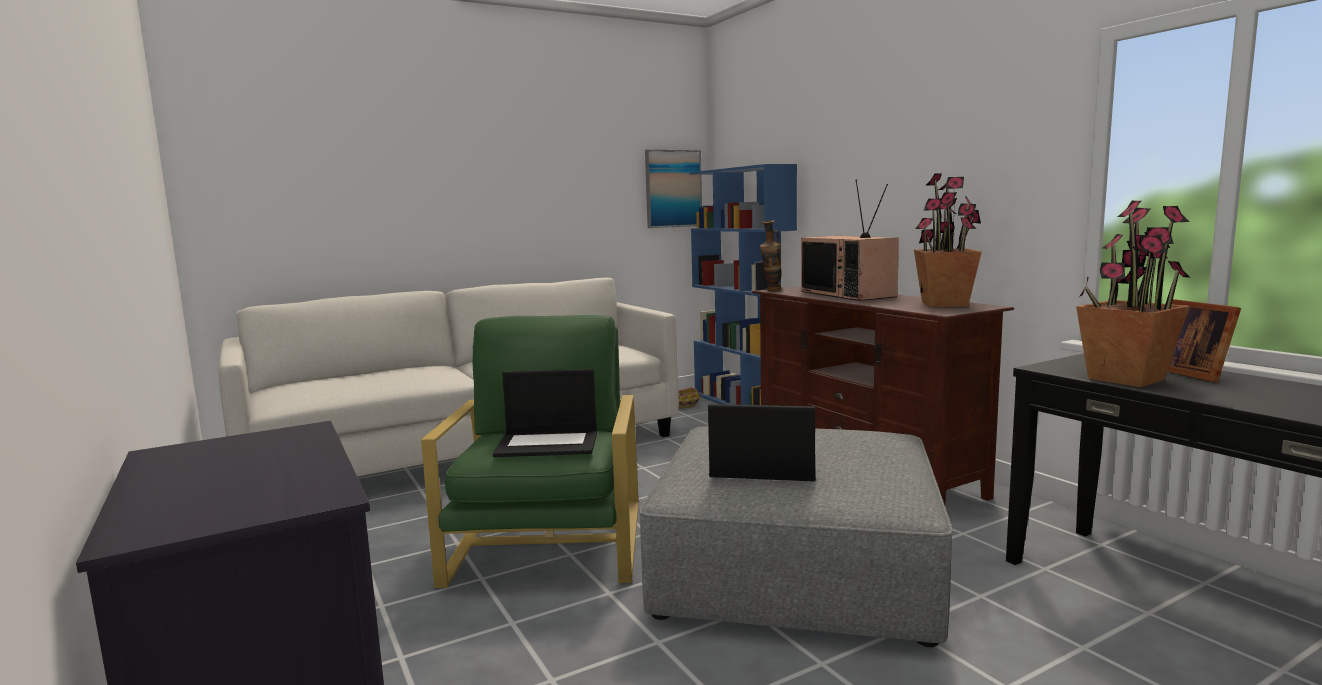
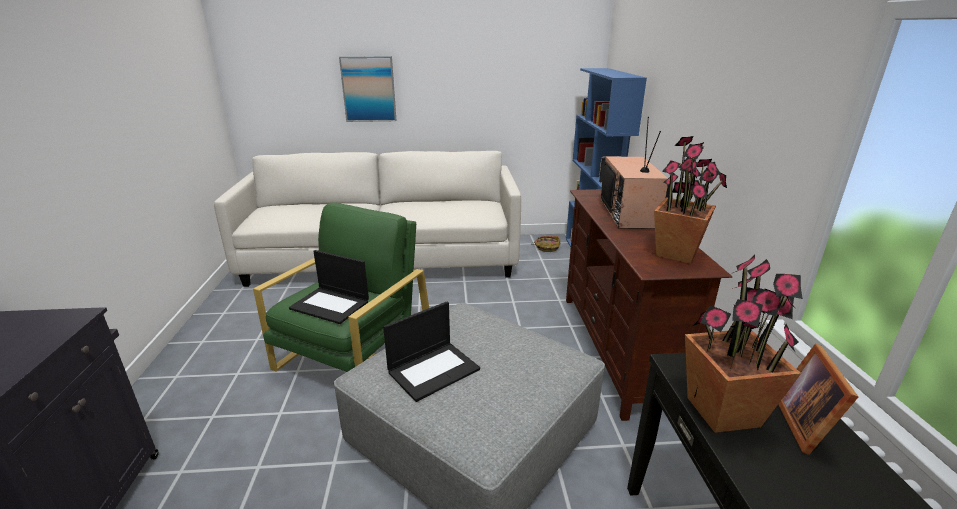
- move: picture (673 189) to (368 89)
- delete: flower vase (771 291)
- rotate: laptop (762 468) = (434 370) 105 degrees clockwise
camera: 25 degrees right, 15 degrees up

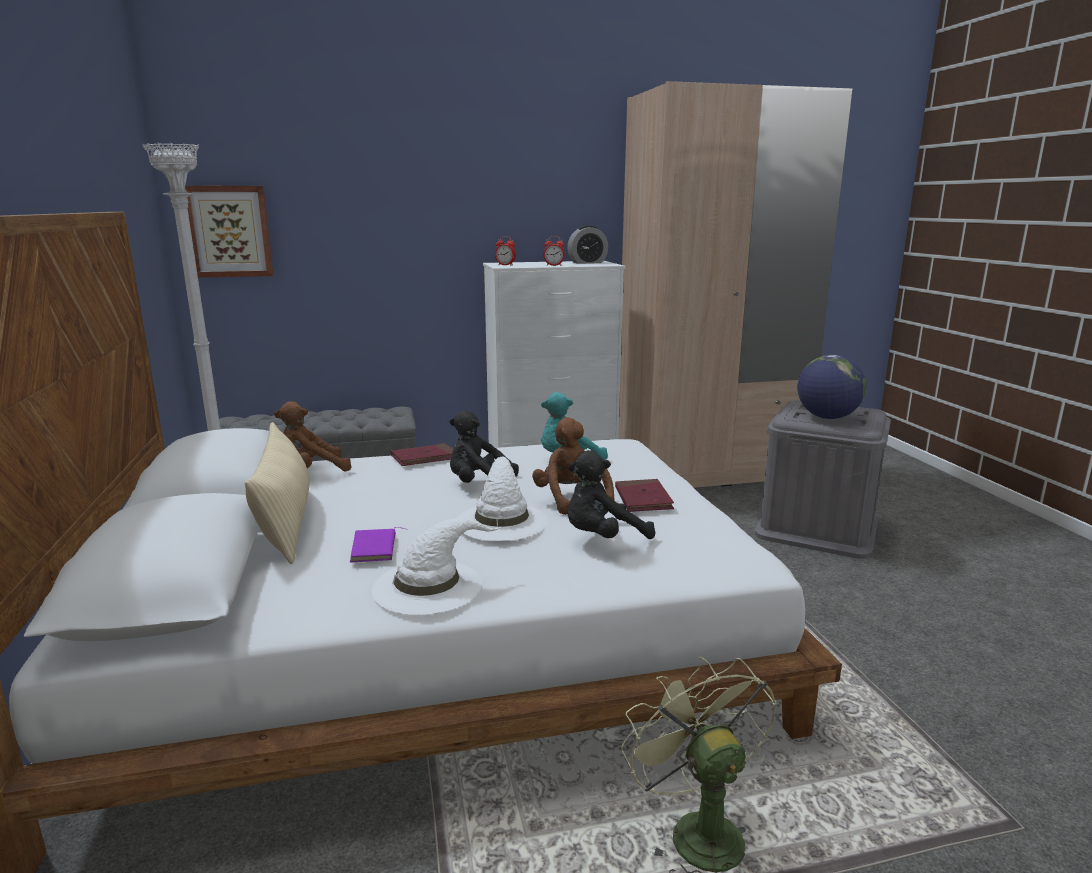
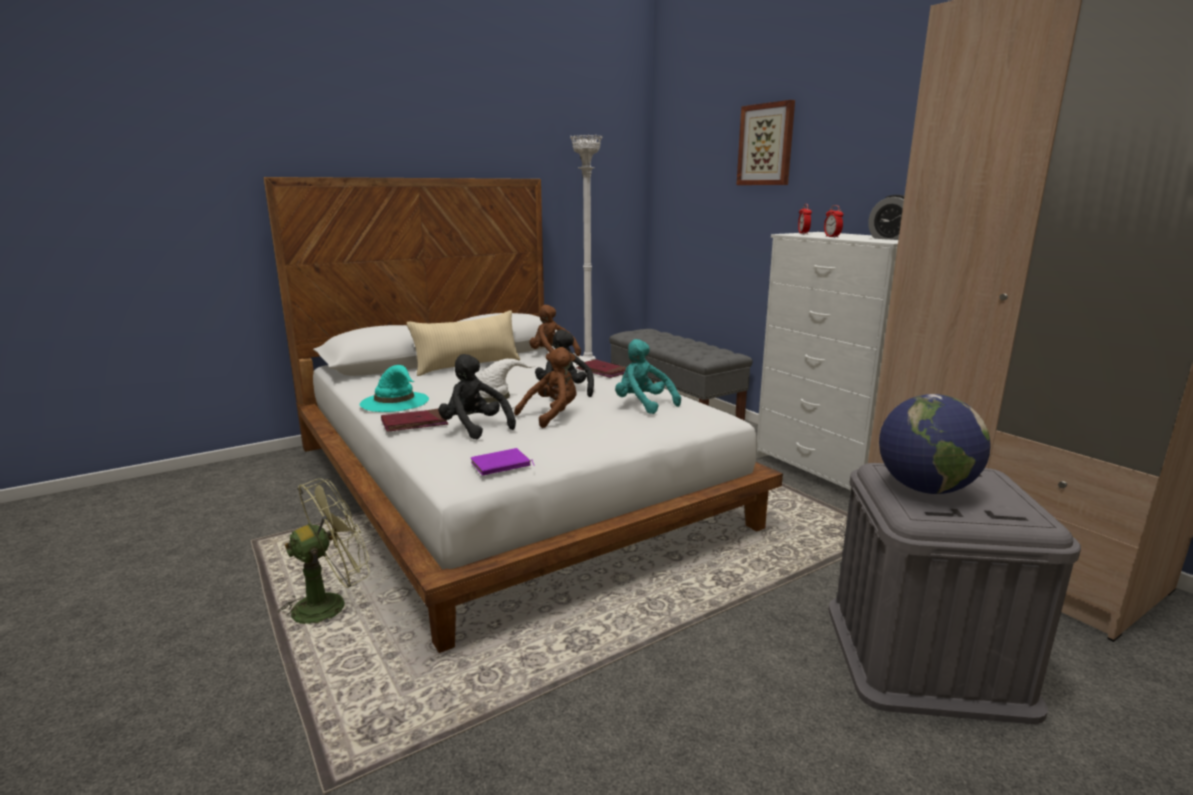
- move: picture (230 231) to (766 145)
- move: book/red (643 499) to (414 423)
- recolor: wearable hat/white-coloured (429 585) to wearable hat/turquoise (395 401)
- move: book/purple (376 549) to (501 466)
camera: 70 degrees right, 0 degrees up

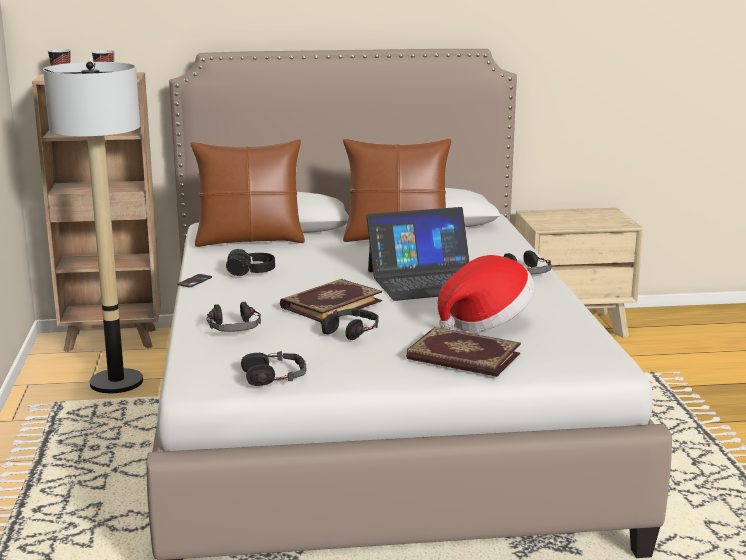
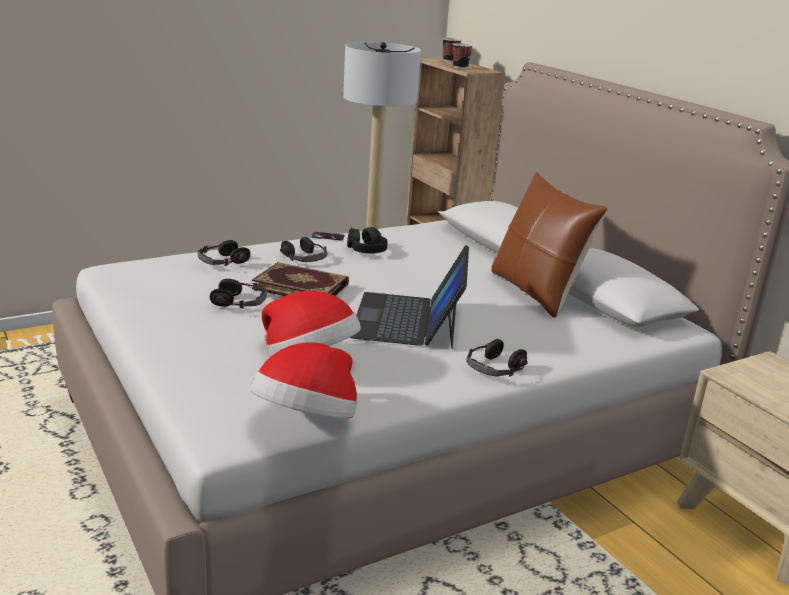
- delete: pillow/brownish (250 240)
- rotate: laptop (428 280) = (409 319) 45 degrees clockwise
- delete: book (463 357)
- move: headset (274 376) to (304 258)
- insert: wearable hat (307 421)
camera: 65 degrees right, 5 degrees up

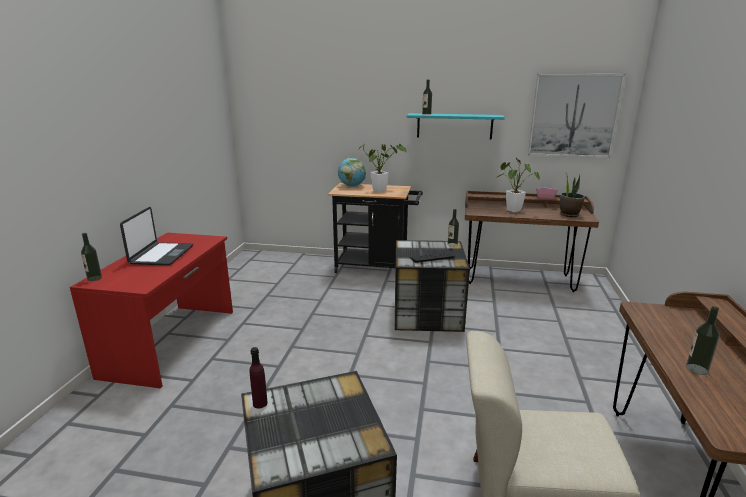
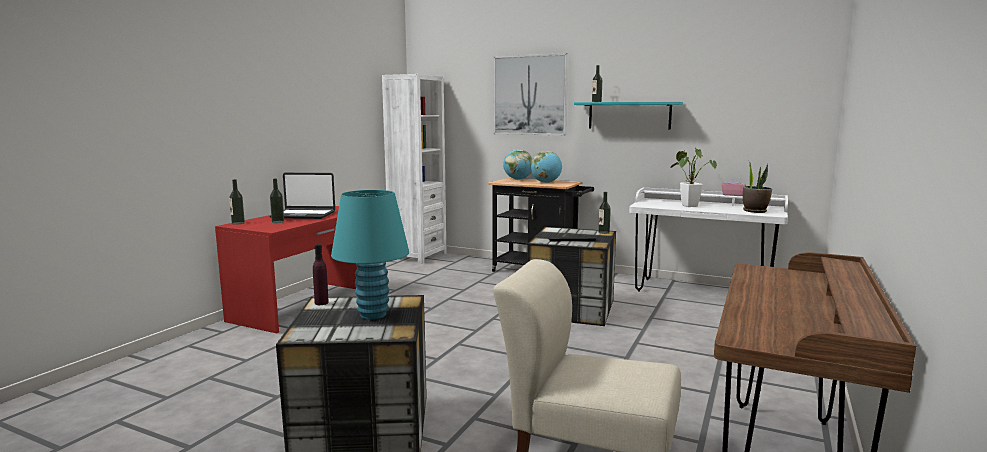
- move: picture (573 116) to (530 95)
- replace: plant in a pot (381 190) to world globe (546 182)
- recolor: desk table/brownish (518 279) to desk table/white-coloured (701 292)
- rotate: laptop (161 255) = (304 215) 75 degrees clockwise
- move: beverage bottle (697 369) to (278 222)
- insert: bookcase/white-coloured (417 256)
- insert: tabletop lamp/turquoise (373 315)
camera: 15 degrees right, 10 degrees down

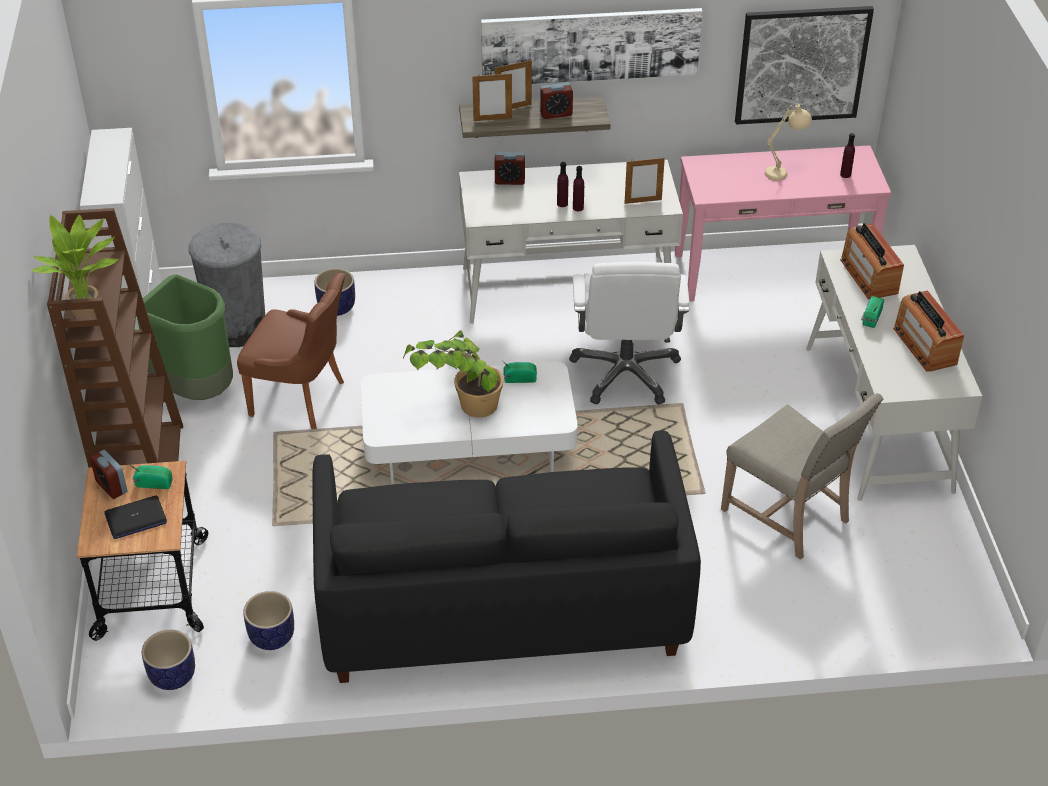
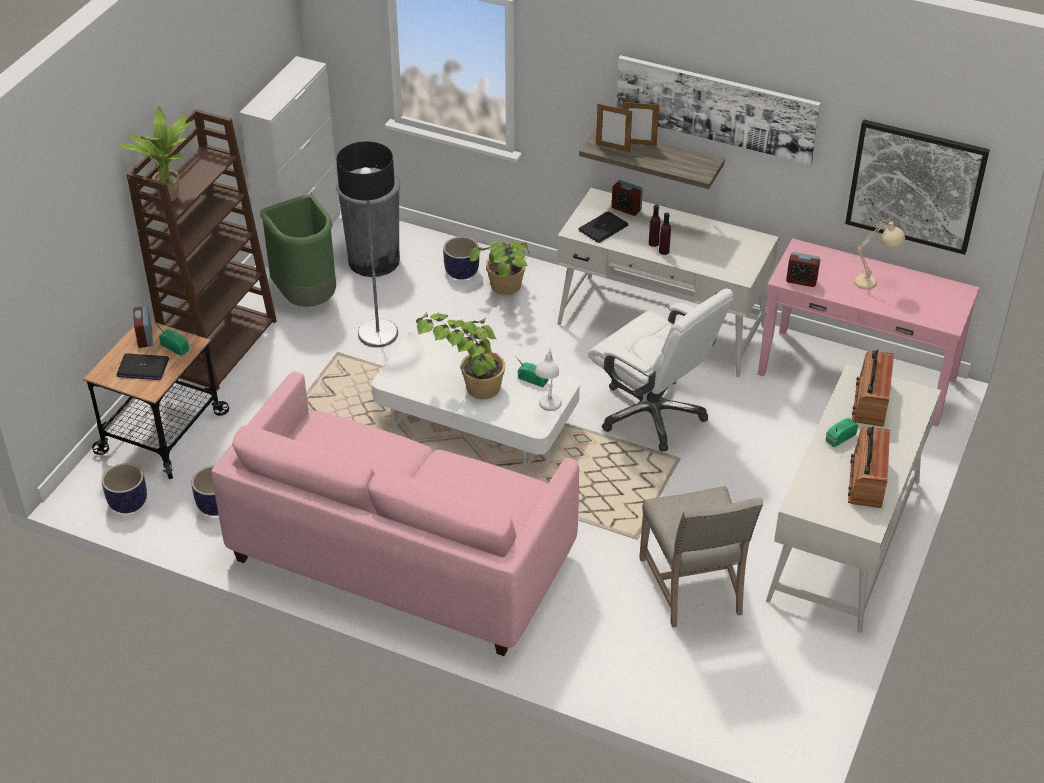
- move: table clock (556 113) to (801 281)
- delete: beverage bottle/purple (845 174)
- delete: picture frame (643 201)
- rotate: office chair/white-coloured (625 373) = (653 414) 75 degrees counterclockwise
- replace: upright chair/brownish (301 398) to floor lamp (378 334)
- recolor: sofa/blackish (501 604) to sofa/pink-coloured (401 556)
- insert: laptop (603 228)
- insert: plant in a pot (505 296)
- insert: tabletop lamp/white-coloured (547 409)
camera: 30 degrees right, 0 degrees up

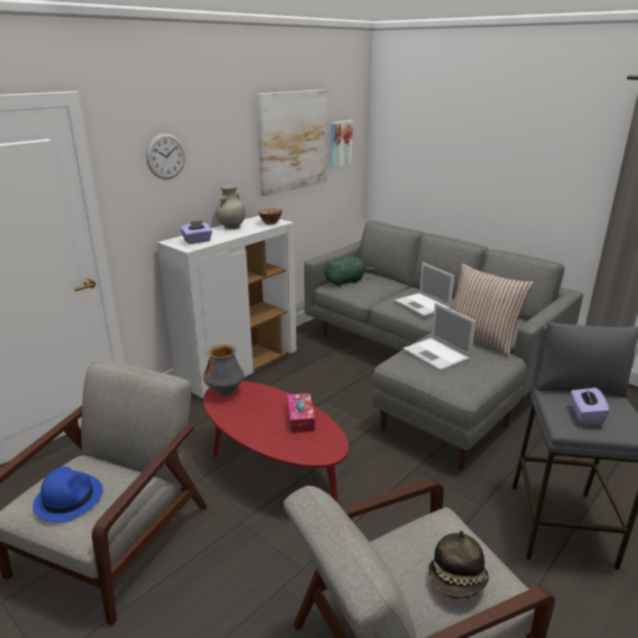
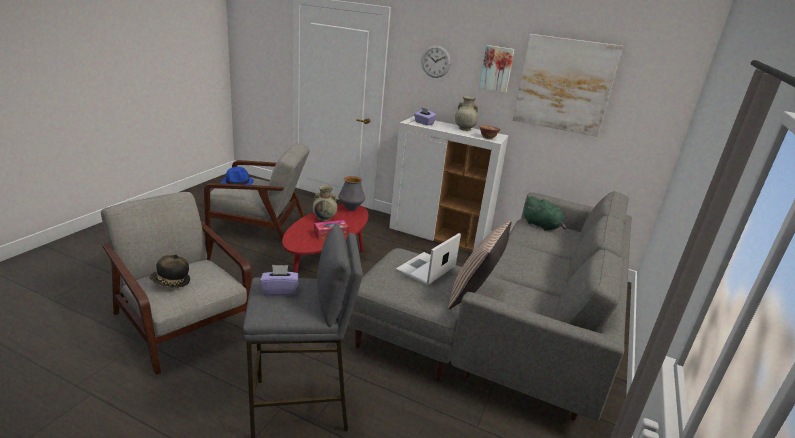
- move: picture (340 143) to (497 68)
- delete: laptop (423 305)
- insert: flower vase/sand-coloured (324 218)
camera: 70 degrees right, 0 degrees up

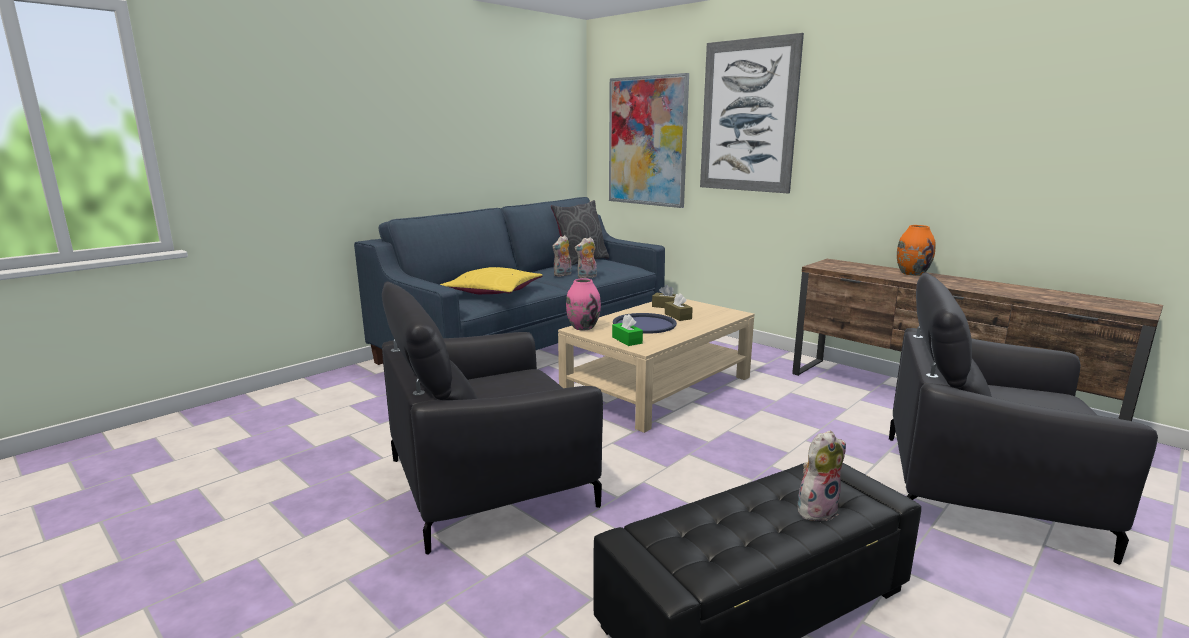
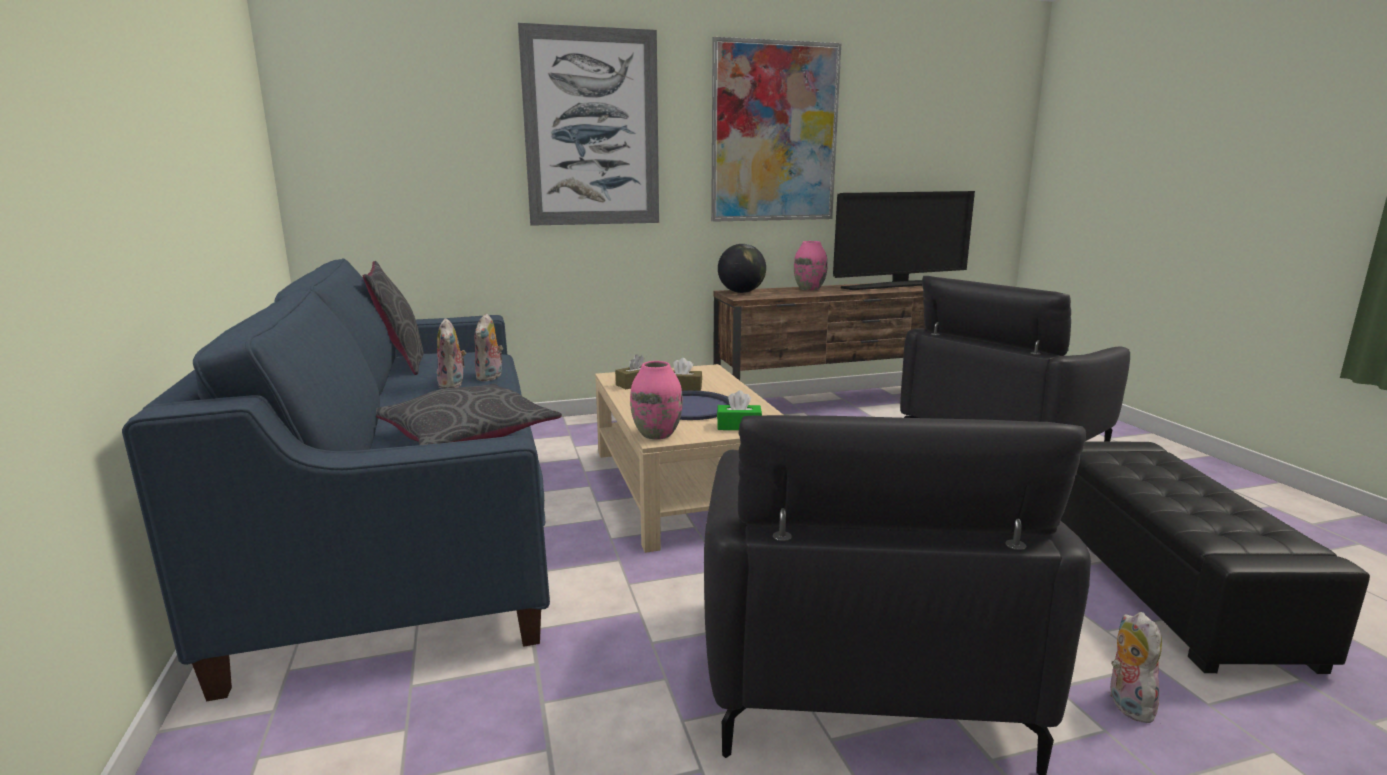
- move: picture (647 141) to (774 133)
- recolor: flower vase/orangey (912 273) to flower vase/pink-coloured (809 289)
- recolor: pillow/yellowish (493 292) to pillow/greyish (465 434)
- move: plush toy (816 509) to (1126 703)
- insert: TV (900 286)
- insert: world globe (741 292)
camera: 60 degrees left, 0 degrees up

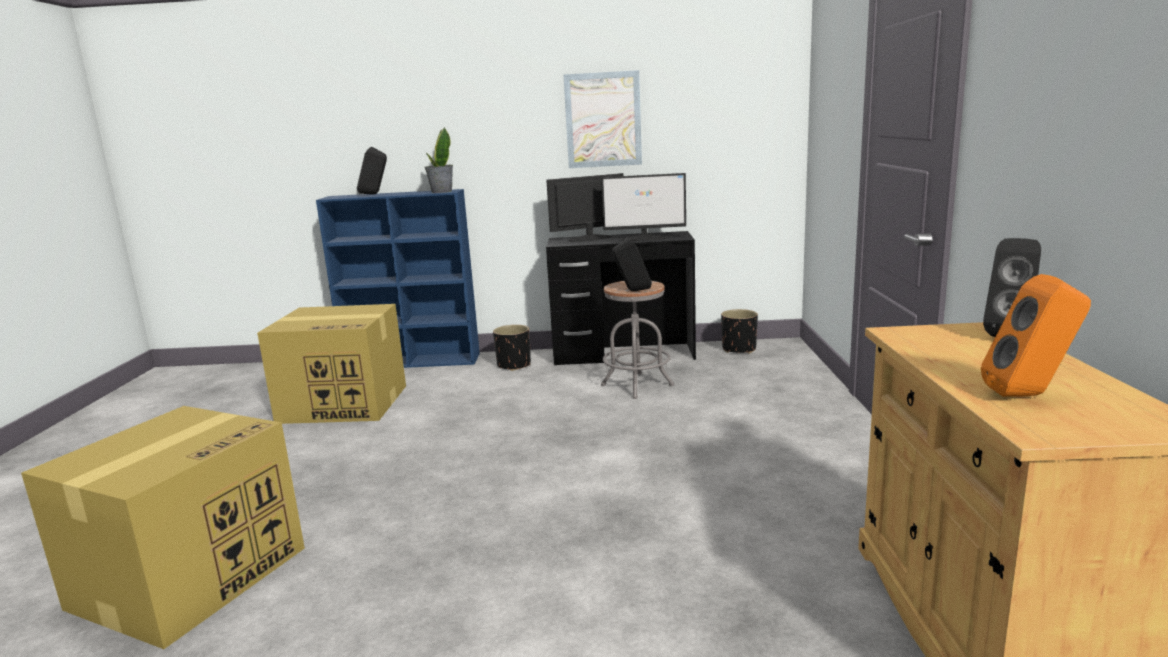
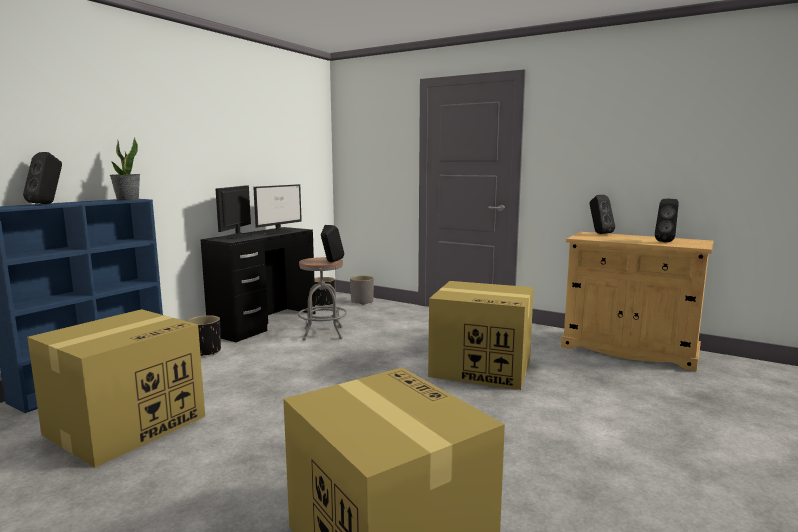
- delete: picture (603 120)
- recolor: speaker/orangey (1030 395) to speaker/blackish (665 242)
- insert: planter/greyish (362 302)
- insert: cardboard box (482 368)
camera: 60 degrees left, 5 degrees down

